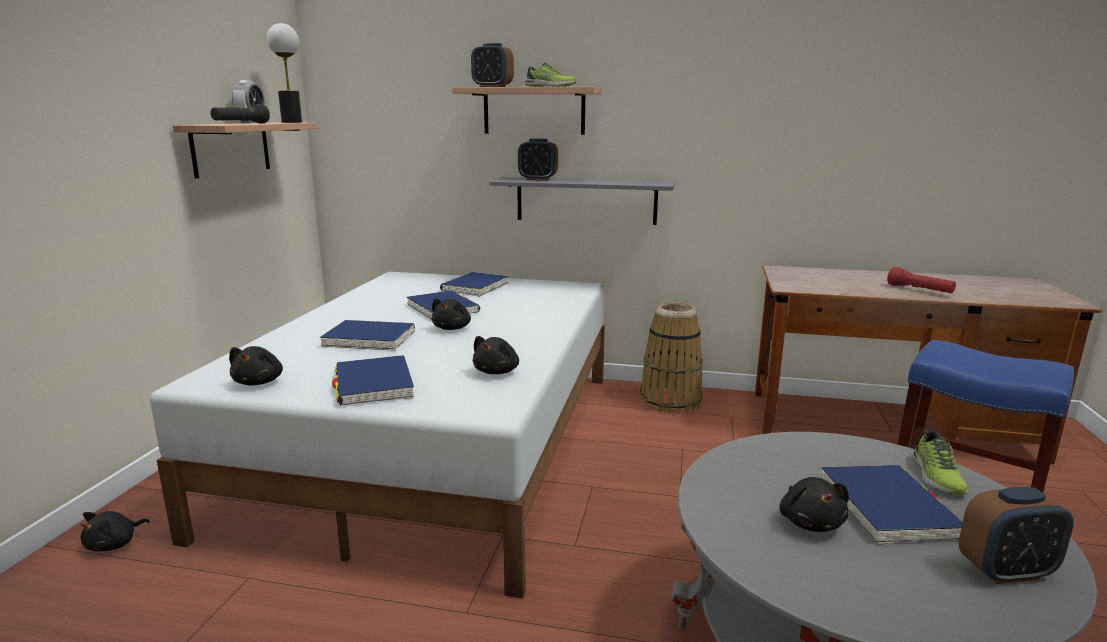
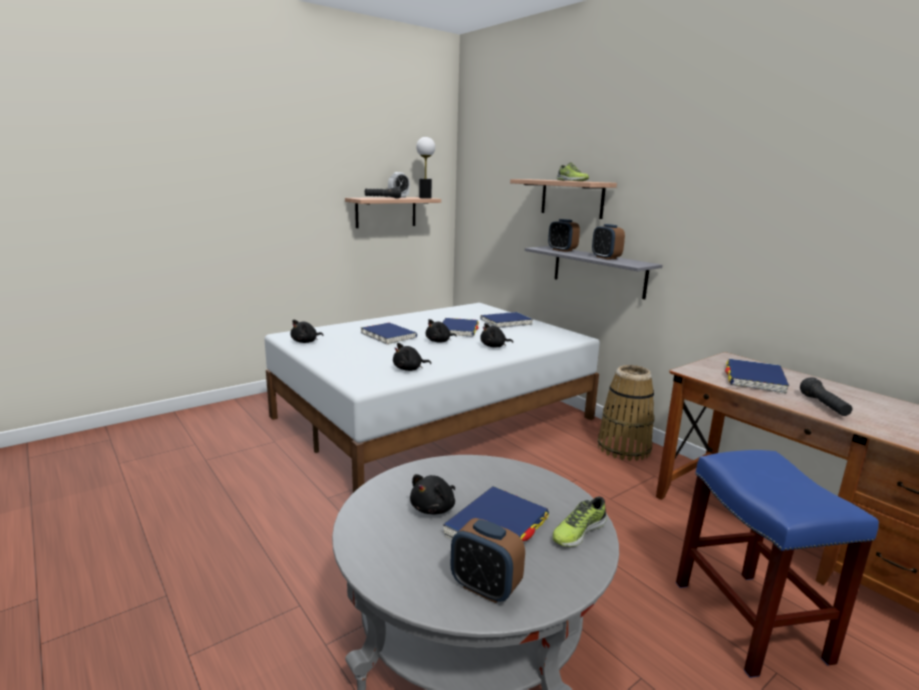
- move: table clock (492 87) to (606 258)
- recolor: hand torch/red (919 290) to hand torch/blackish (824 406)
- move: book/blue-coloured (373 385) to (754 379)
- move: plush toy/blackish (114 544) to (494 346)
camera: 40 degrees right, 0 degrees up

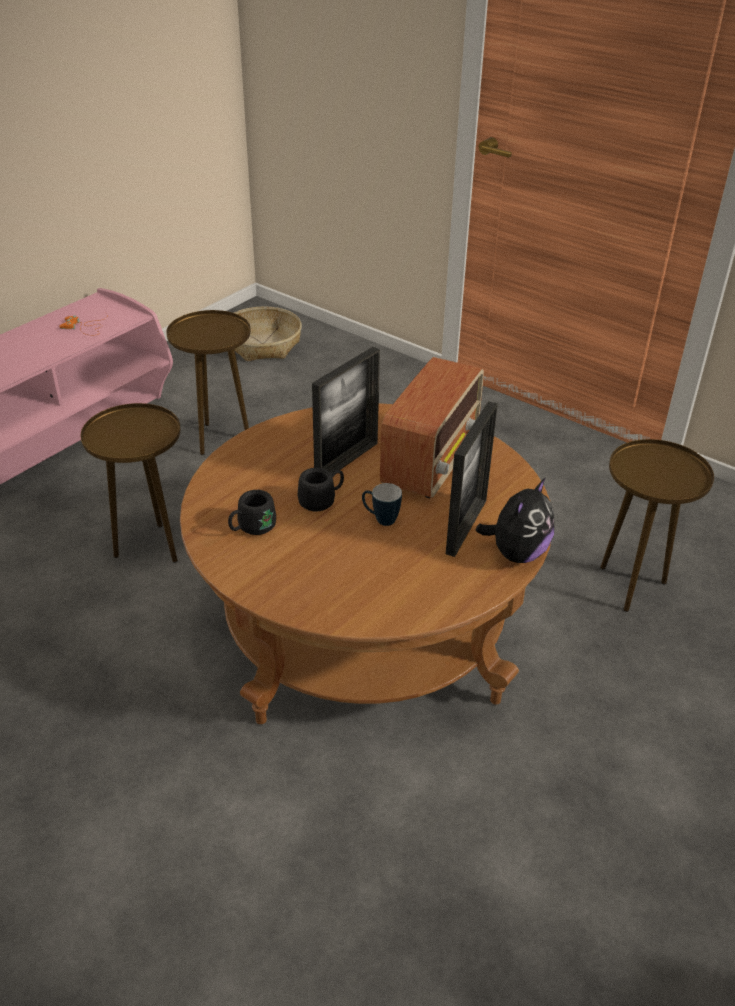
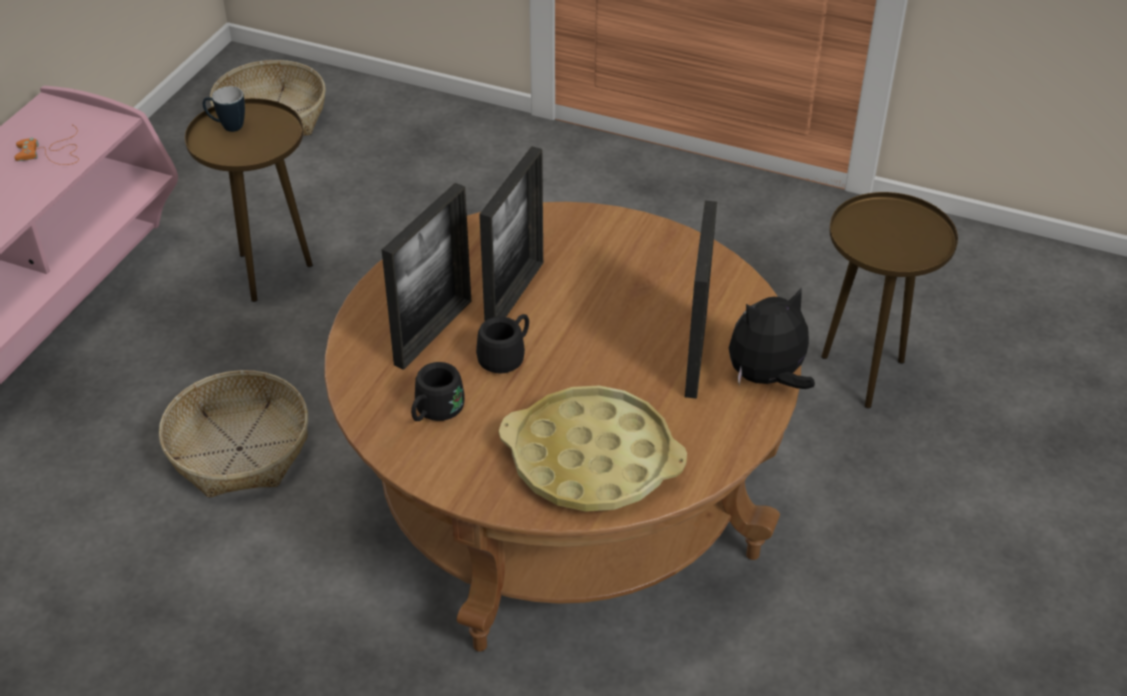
- delete: radio receiver (431 461)
- replace: accent table/brownish (150 547) to storage basket (239 448)
- rotate: plush toy (517 553) = (767 378) 135 degrees counterclockwise
- move: tea mug (380 519) to (227 126)
- insert: picture frame (433 332)
- insert: serving tray/yellowish (592 459)
camera: 15 degrees left, 5 degrees up

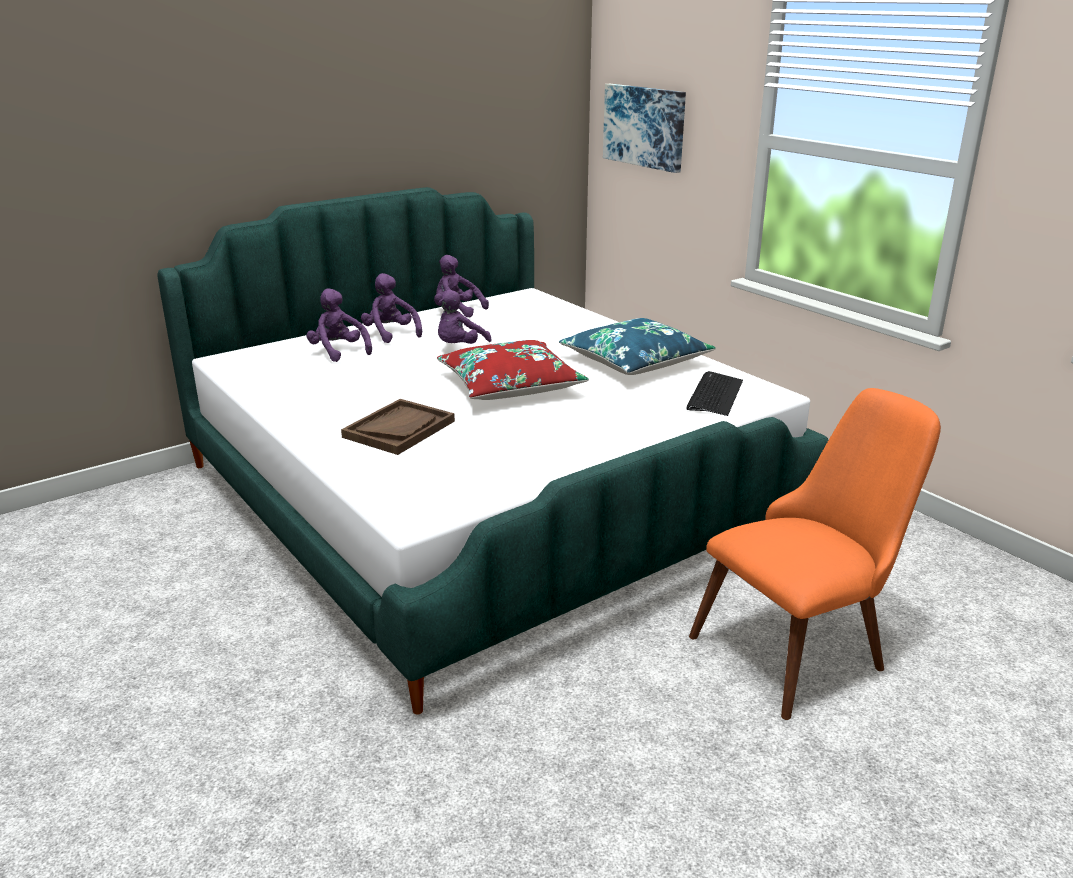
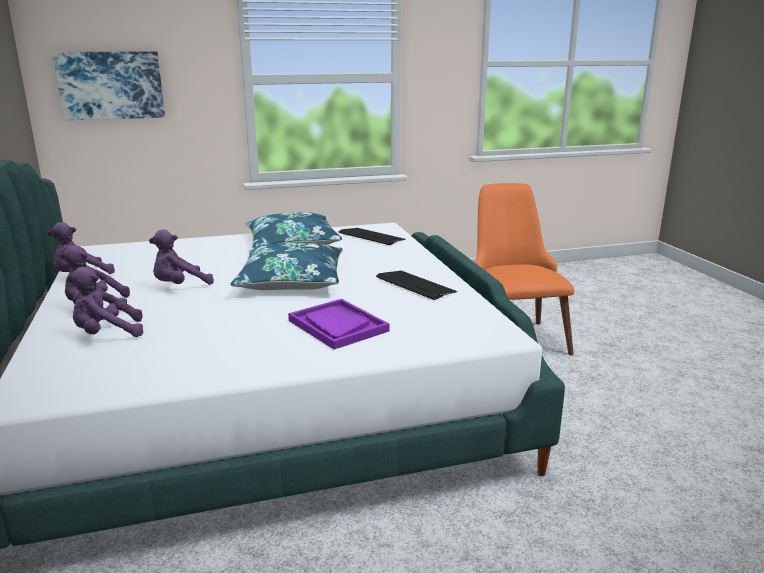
- rotate: plush toy/purple (459 347) = (180 286) 90 degrees clockwise
- recolor: pillow/red (510 386) to pillow/blue-coloured (291 281)
- recolor: serving tray/brownish (399 429) to serving tray/purple (337 326)
- insert: PC keyboard (415 285)
camera: 70 degrees left, 5 degrees down

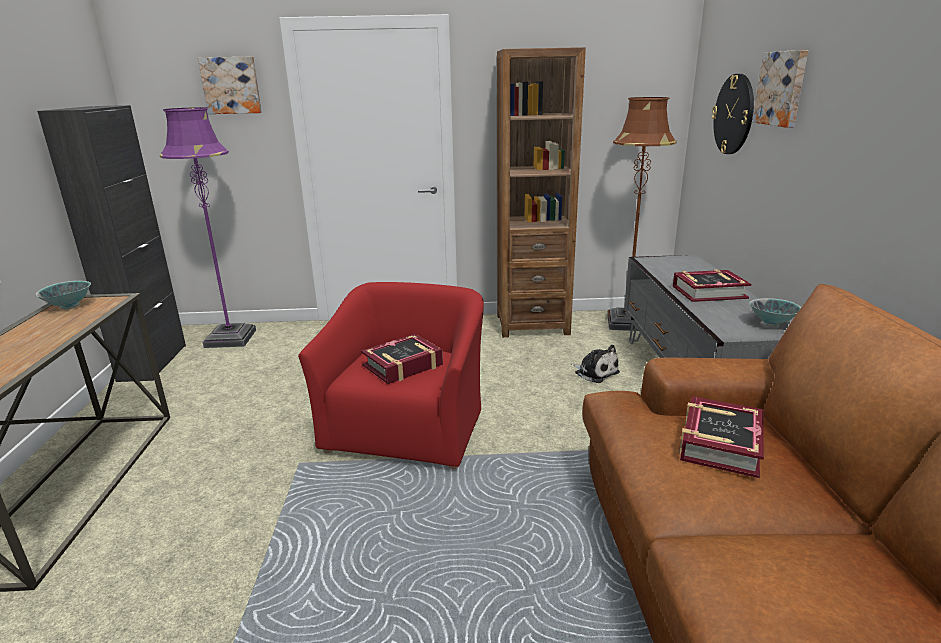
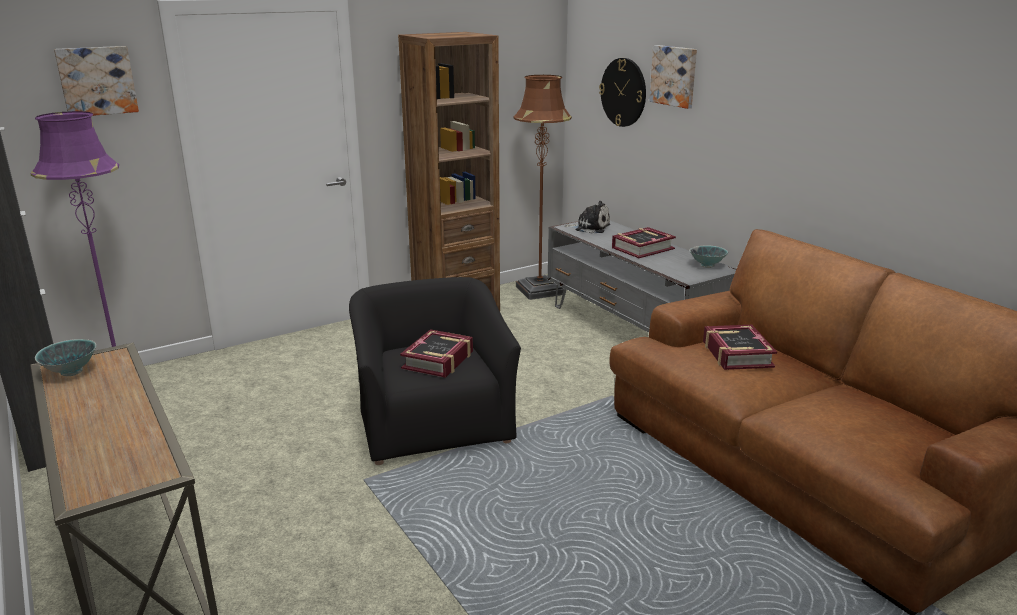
- recolor: armchair/red (407 428) to armchair/blackish (433 424)
- move: plush toy (595 372) to (590 228)
camera: 30 degrees left, 0 degrees up

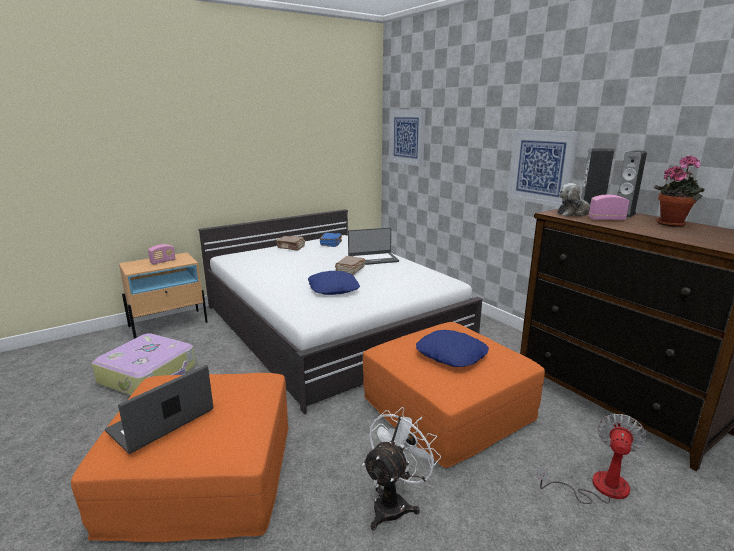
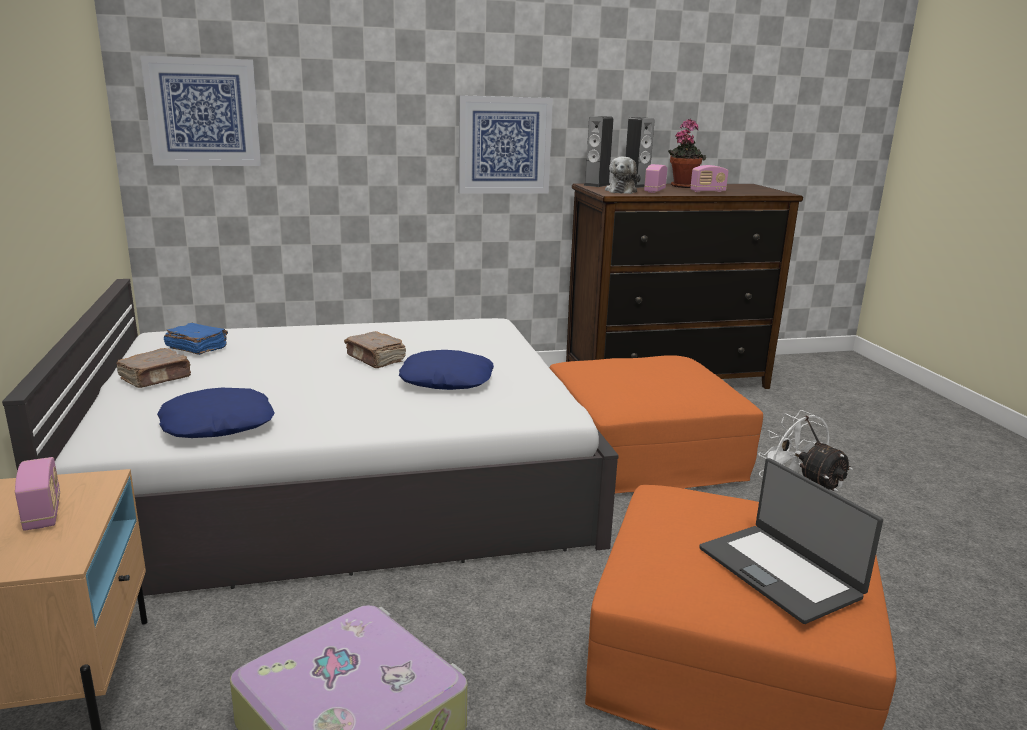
- delete: laptop (373 259)
- move: pillow/blue-coloured (451 354) to (217 424)
- delete: cooling fan (598 487)
- insert: radio receiver (708 191)
camera: 70 degrees left, 0 degrees up

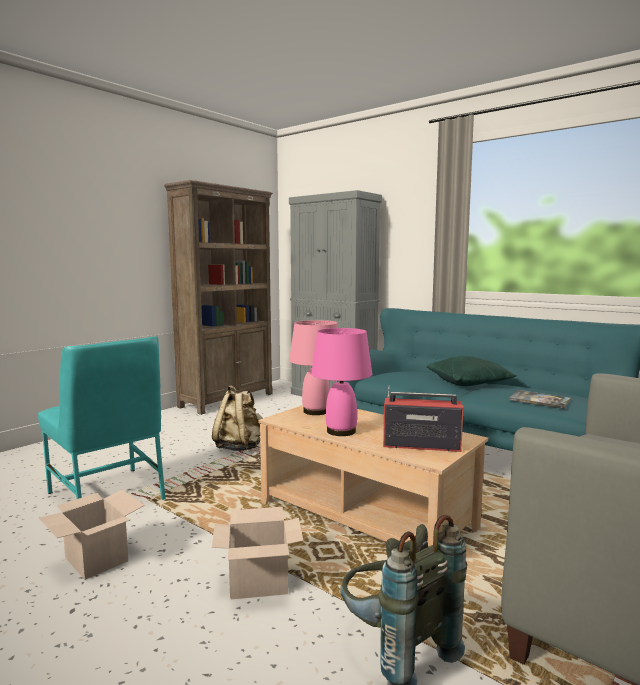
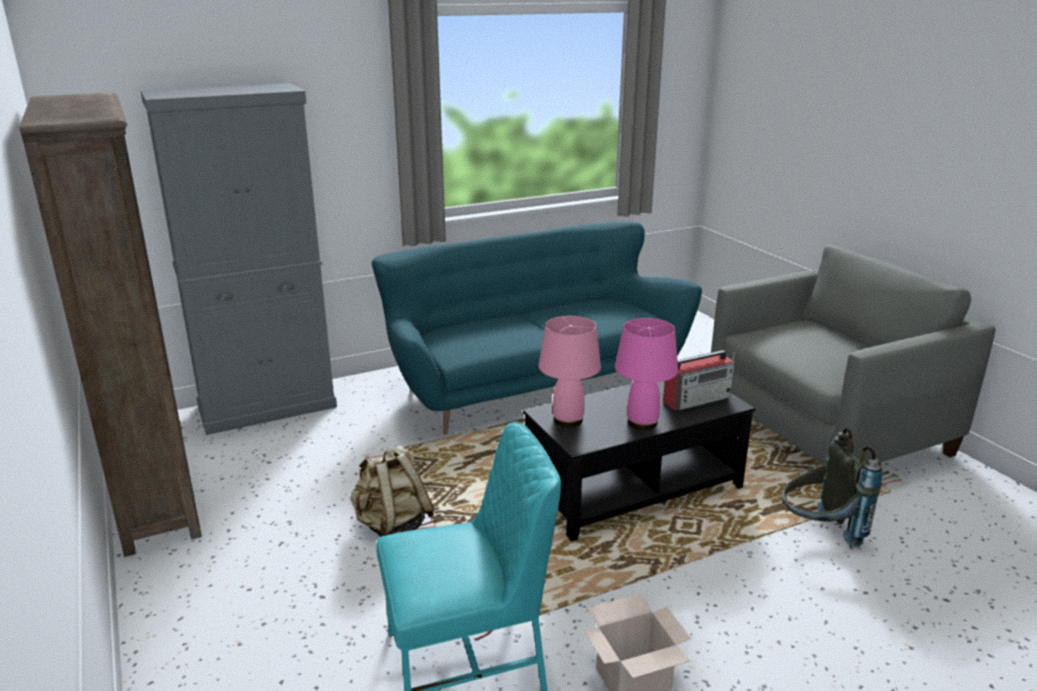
- delete: pillow/greenish (469 383)
- rotate: radio receiver (420 445) = (698 399) 150 degrees counterclockwise
- delete: book (539 400)
- recolor: lounge table/sand-coloured (367 515) to lounge table/blackish (633 487)
- delete: cardboard box (257 583)
camera: 65 degrees left, 15 degrees up

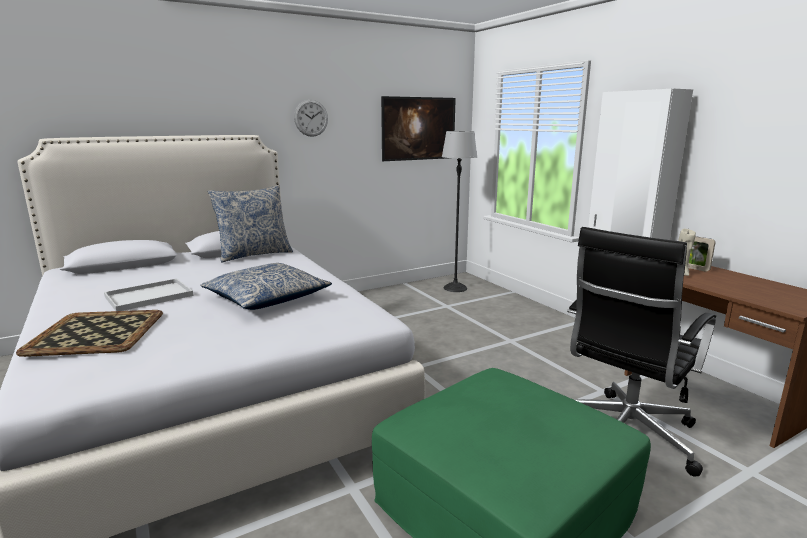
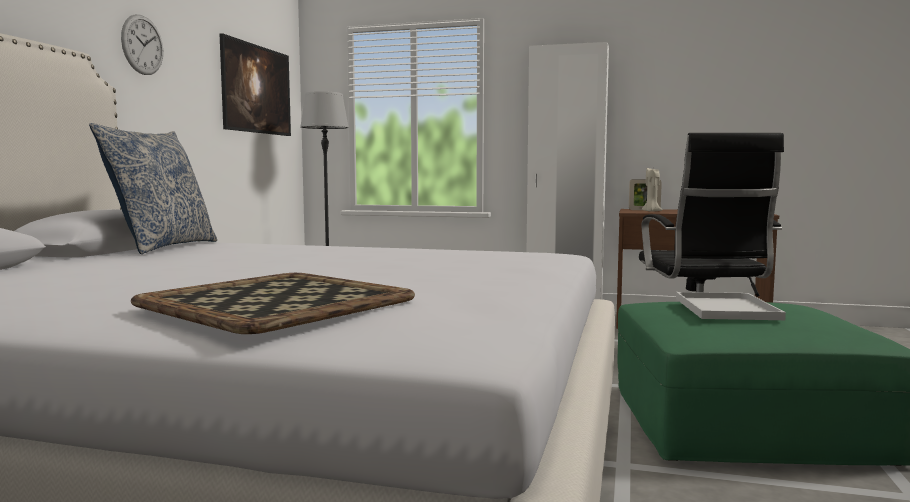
- delete: pillow (266 298)
- move: serving tray/white-coloured (147 296) to (728 309)
camera: 45 degrees left, 10 degrees down

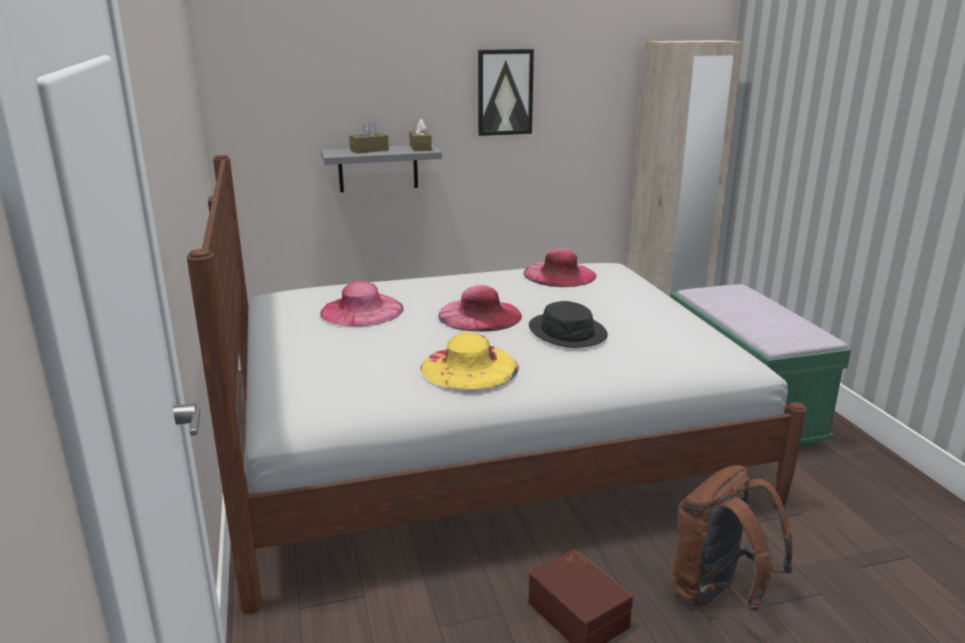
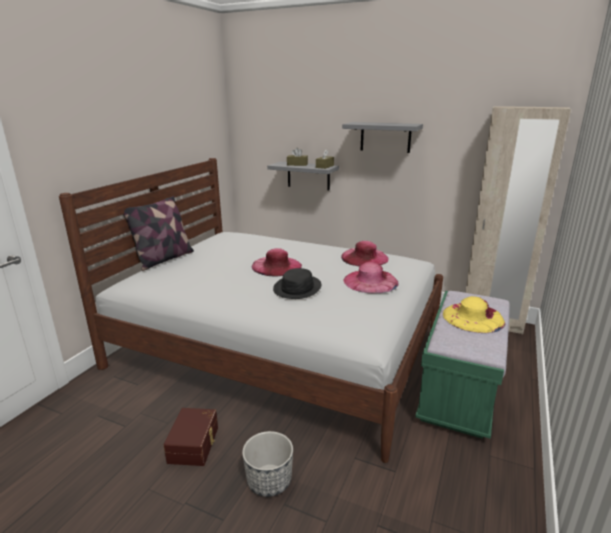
- replace: picture (504 92) to shelf/greyish (385 137)
- move: wearable hat/pink-coloured (361 310) to (370 281)
- move: wearable hat/yellowish (469 367) to (473 317)
- replace: rucksack/brownish (719 595) to planter (269 481)
- insert: pillow (164 259)
camera: 40 degrees right, 0 degrees up

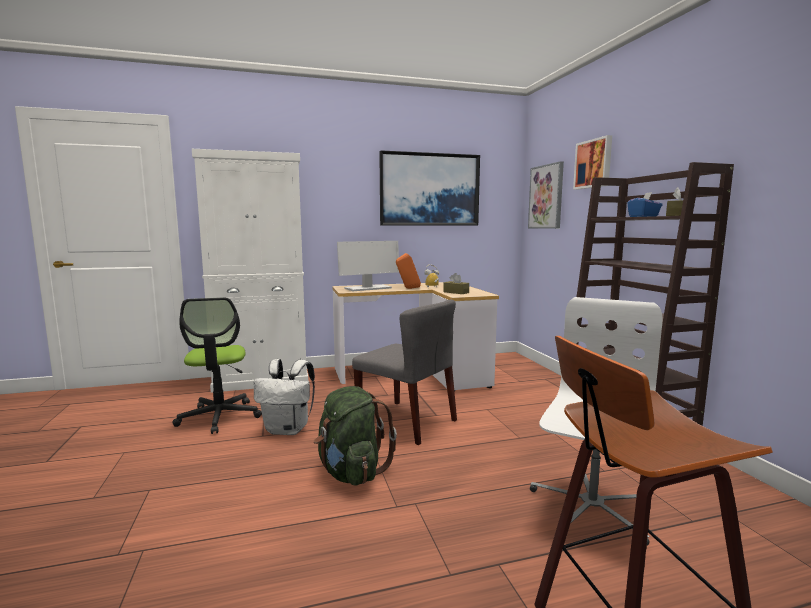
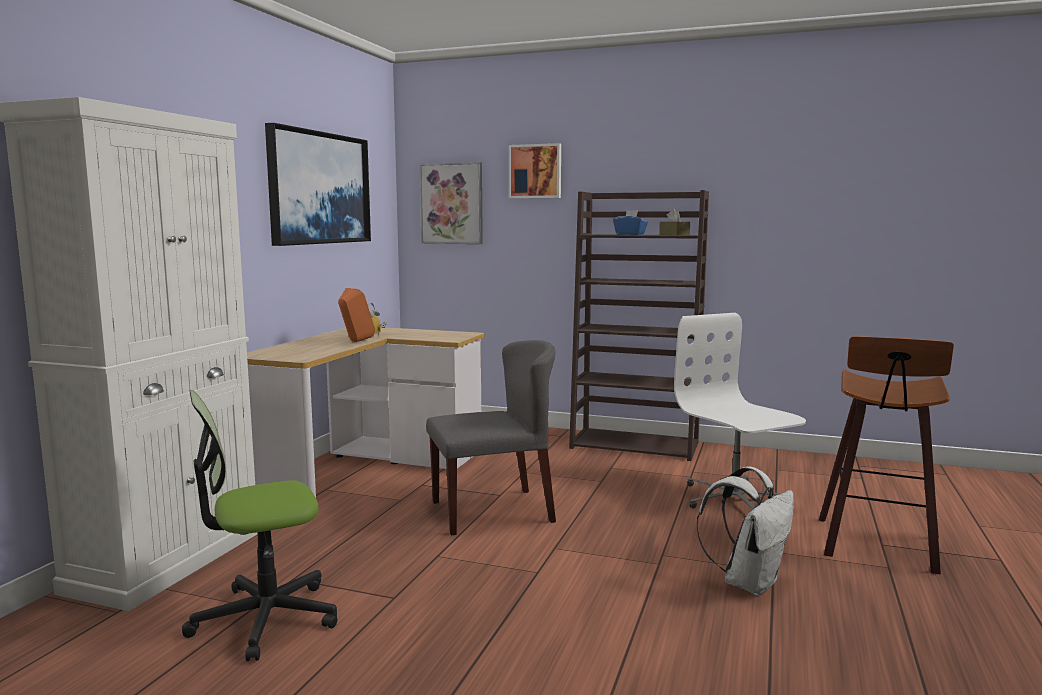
- delete: monitor (367 288)
- delete: box of tissues/brownish (456 292)
- rotate: office chair (219 417) = (265 618) 135 degrees clockwise
- move: rucksack/white-coloured (288 429) to (748 582)
- delete: rucksack/greenish (351 472)
camera: 55 degrees left, 0 degrees up

